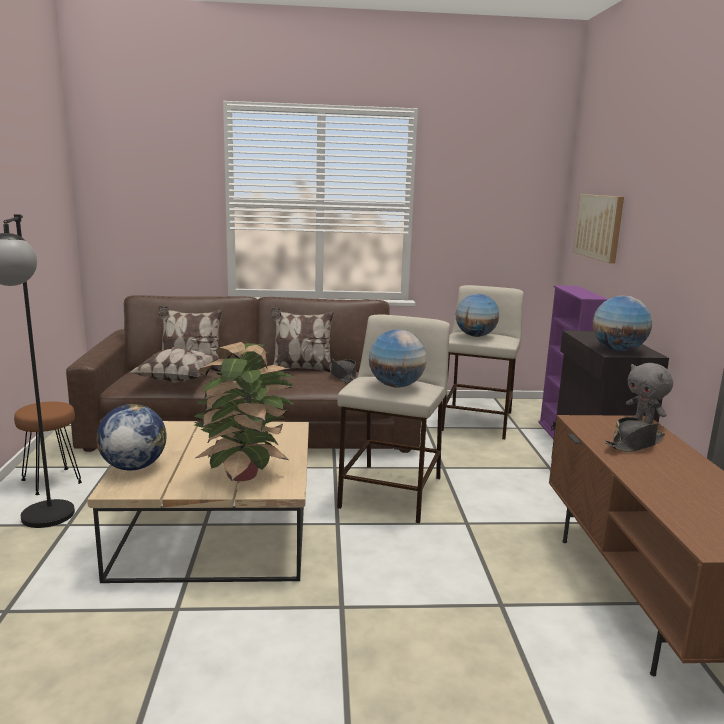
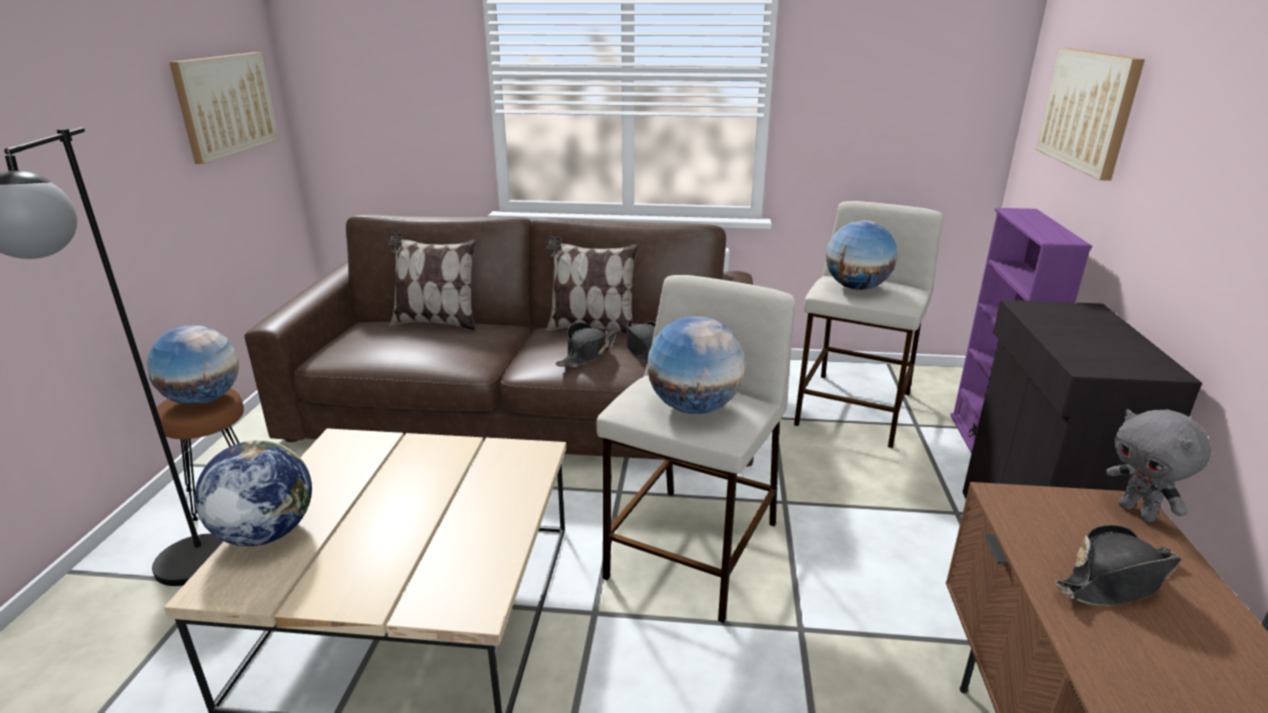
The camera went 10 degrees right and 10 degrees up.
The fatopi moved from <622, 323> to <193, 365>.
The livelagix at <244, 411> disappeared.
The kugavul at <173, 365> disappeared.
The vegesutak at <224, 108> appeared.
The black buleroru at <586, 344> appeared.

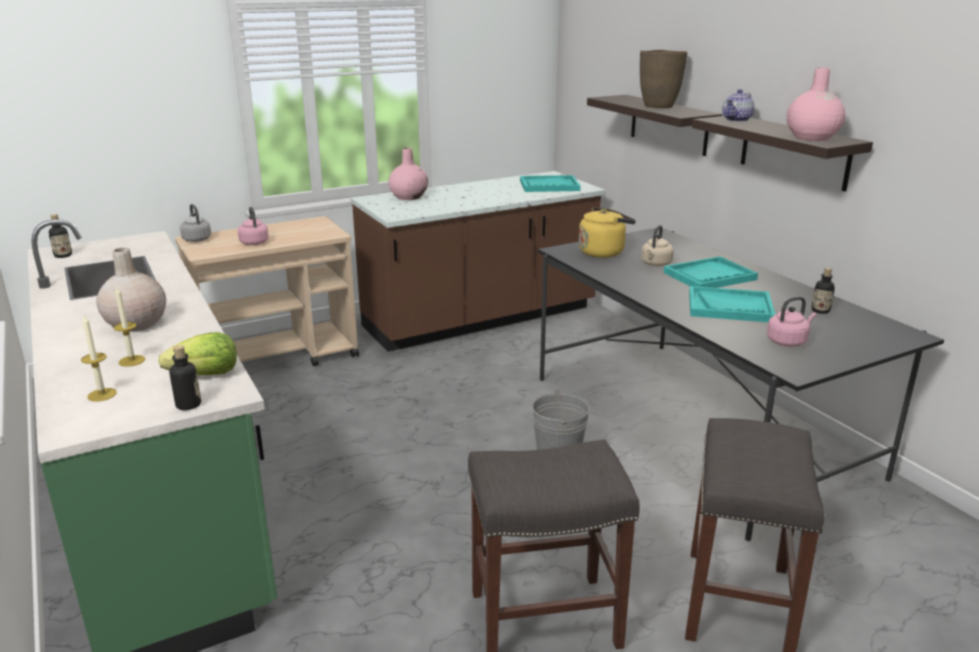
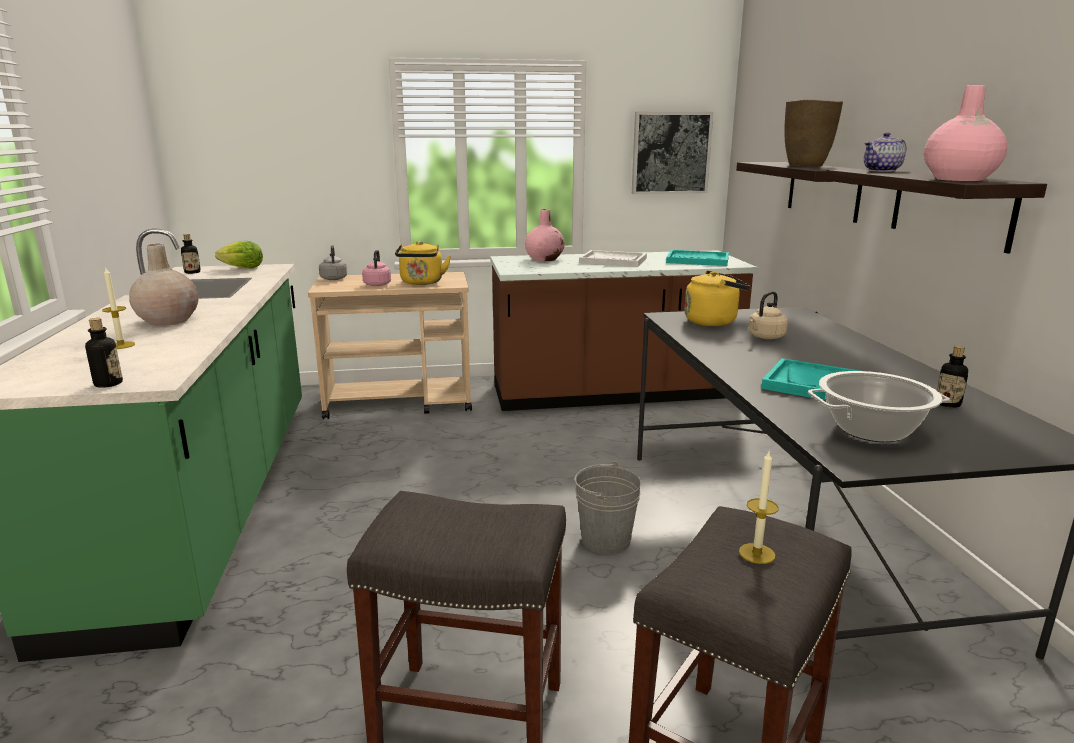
The camera went 20 degrees right and 5 degrees down.
The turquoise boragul at <711, 272> disappeared.
The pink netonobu at <791, 321> was replaced by the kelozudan at <879, 406>.
The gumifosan moved from <99, 358> to <759, 507>.
The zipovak moved from <198, 353> to <239, 255>.
The vegesutak at <672, 153> appeared.
The yellow netonobu at <423, 263> appeared.
The white boragul at <613, 258> appeared.

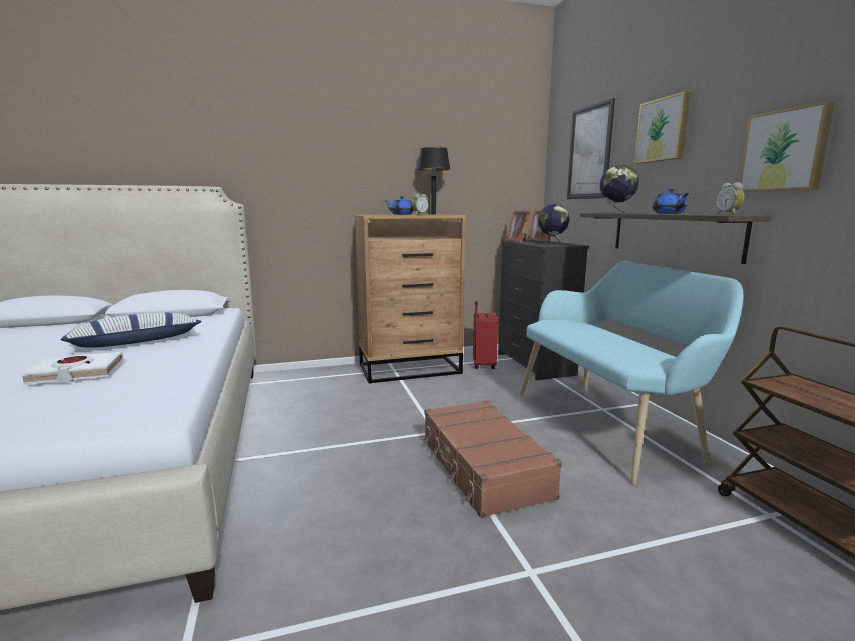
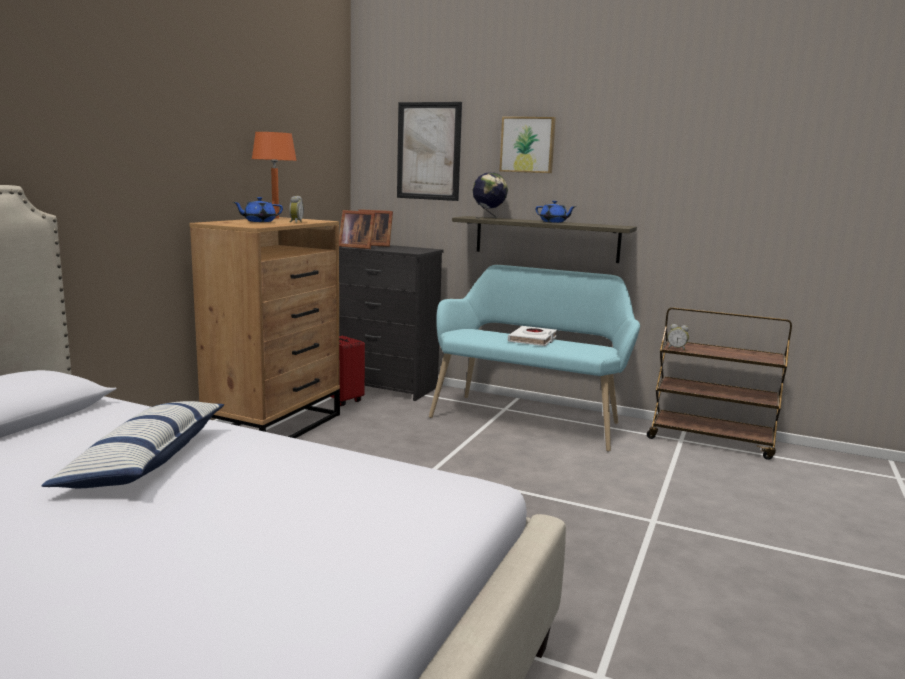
The camera went 50 degrees left and 0 degrees up.
The vegesutak at <787, 146> disappeared.
The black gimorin at <433, 180> became the orange gimorin at <274, 175>.
The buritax moved from <730, 198> to <678, 337>.
The fatopi at <554, 224> disappeared.
The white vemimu moved from <71, 368> to <532, 336>.
The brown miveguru at <493, 459> disappeared.

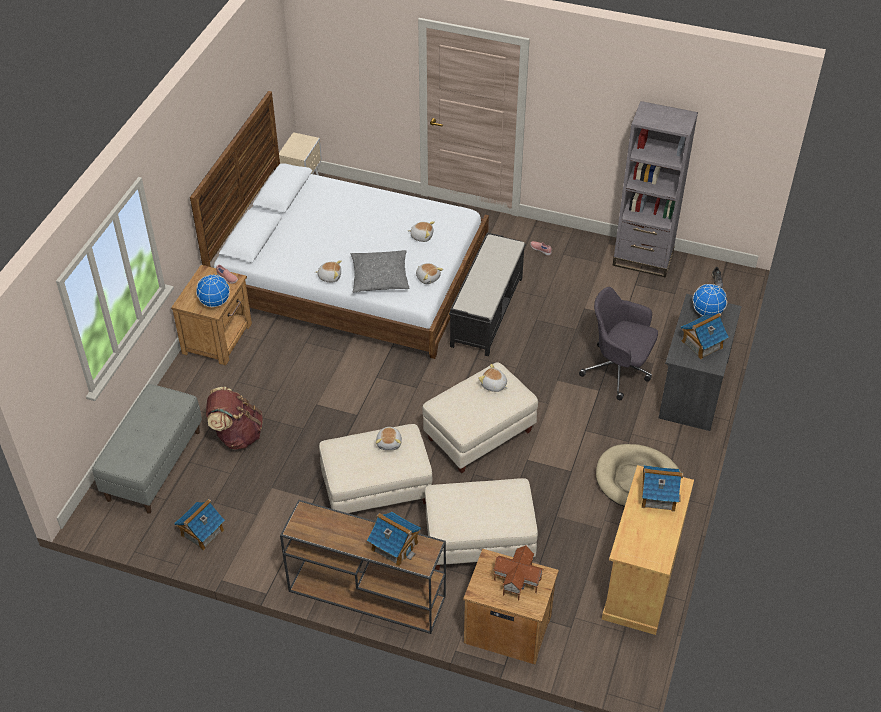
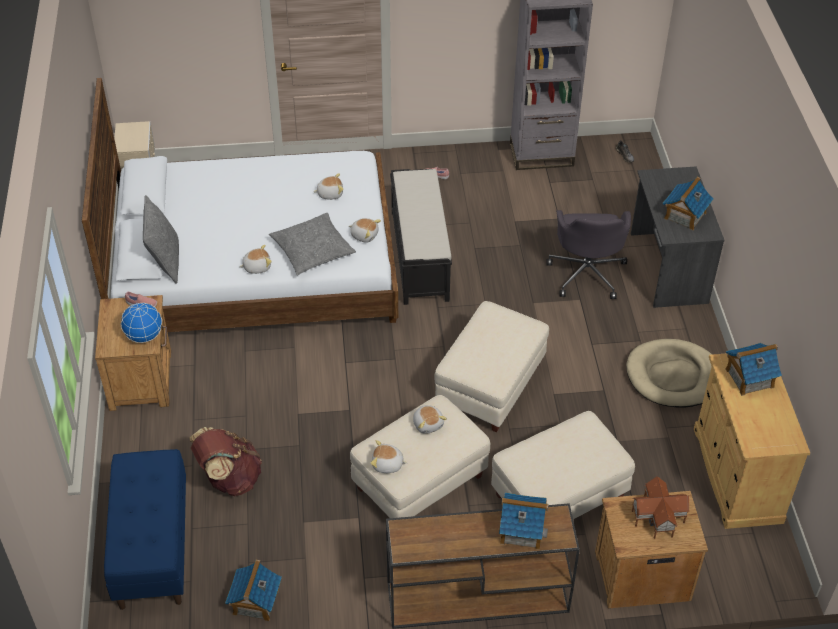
The camera went 25 degrees left and 0 degrees up.
The fatopi at <710, 300> disappeared.
The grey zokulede at <618, 343> turned 90 degrees counterclockwise.
The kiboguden moved from <493, 378> to <389, 456>.
The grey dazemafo at <147, 449> became the blue dazemafo at <145, 529>.
The grey kugavul at <161, 239> appeared.

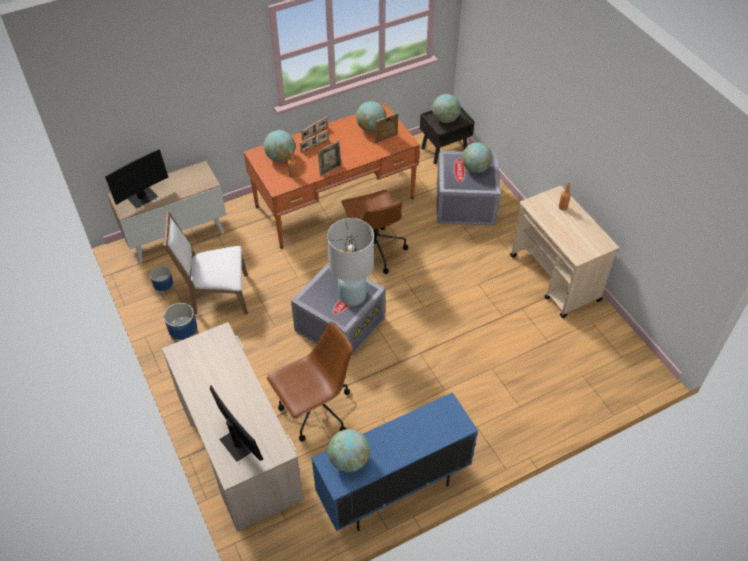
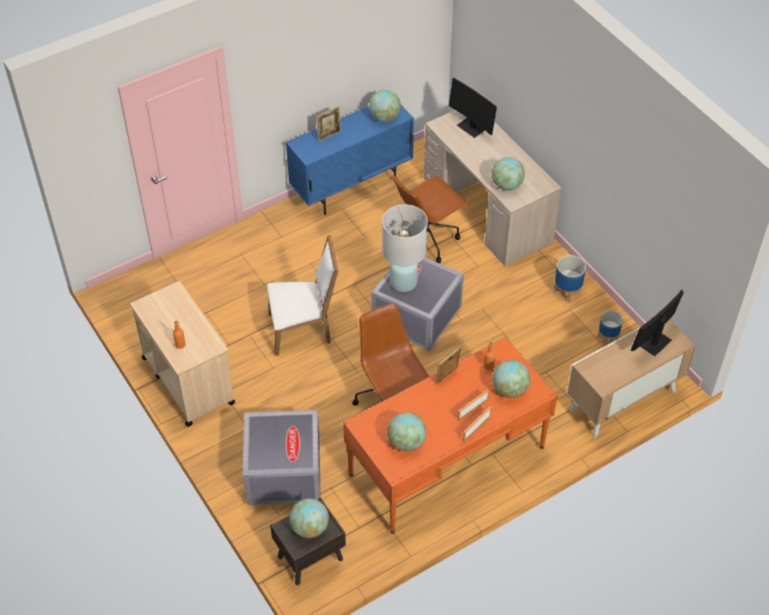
The camera went 175 degrees right and 0 degrees up.
The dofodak moved from <387, 128> to <328, 123>.
The fatopi moved from <477, 157> to <508, 173>.
The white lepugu moved from <205, 263> to <302, 295>.

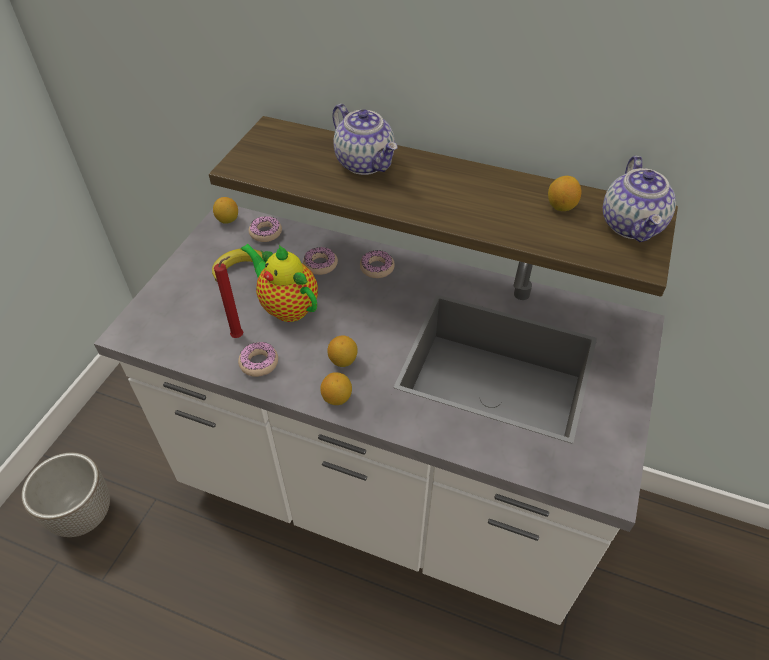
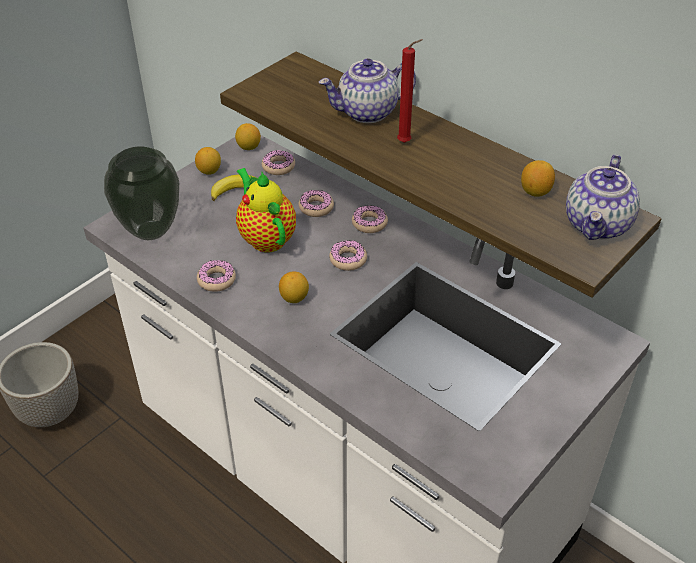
The camera went 20 degrees right and 5 degrees down.
The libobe at <365, 139> turned 90 degrees clockwise.
The red gumifosan moved from <229, 297> to <410, 91>.
The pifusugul moved from <336, 388> to <208, 161>.
The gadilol at <141, 193> appeared.
The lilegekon at <348, 255> appeared.

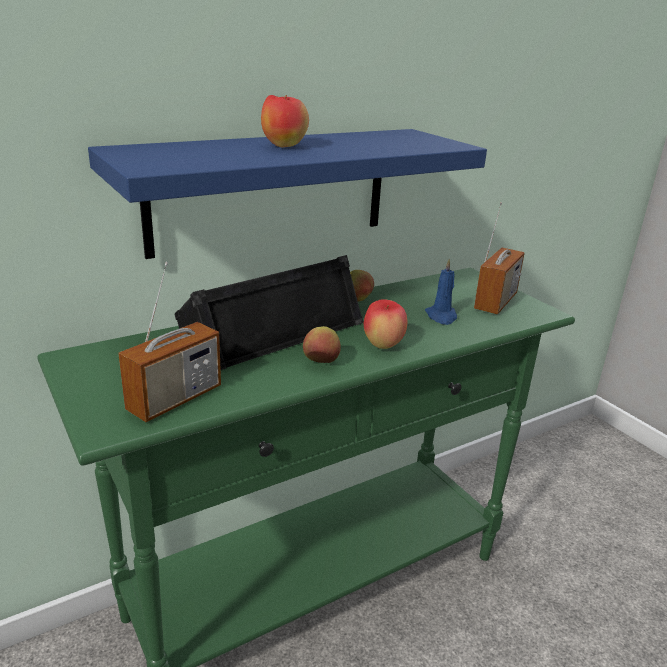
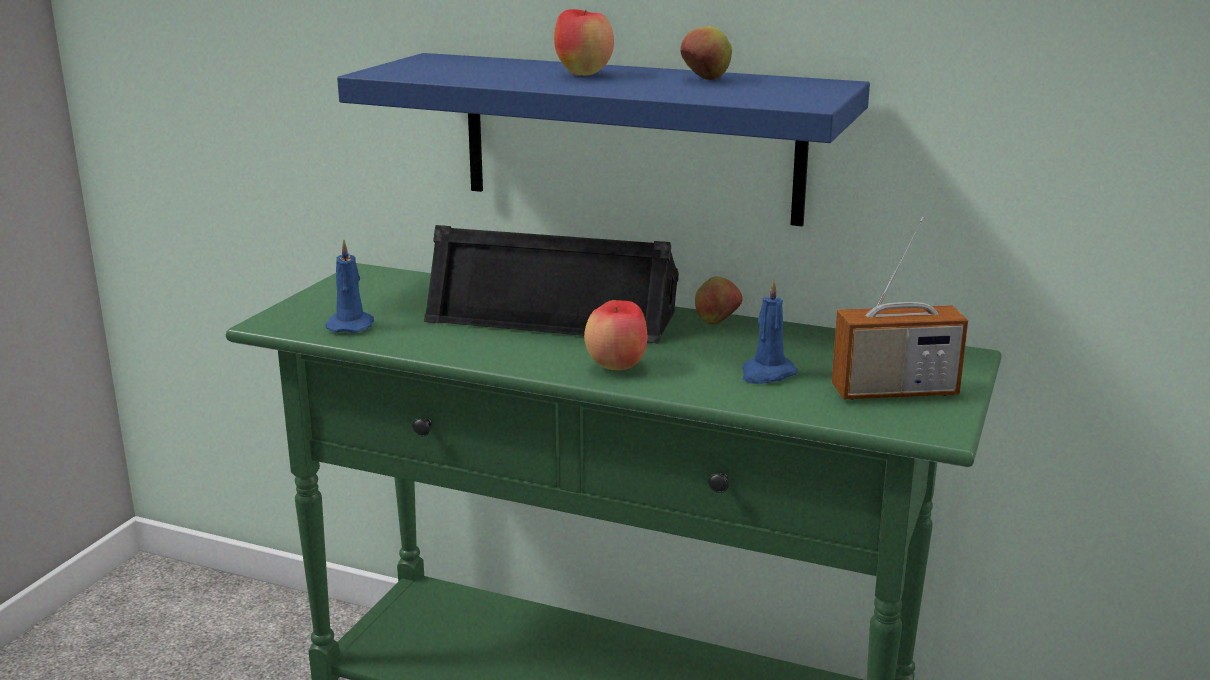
The camera went 55 degrees right and 5 degrees down.
The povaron at <169, 342> was replaced by the blue gumifosan at <349, 286>.
The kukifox moved from <322, 344> to <706, 53>.

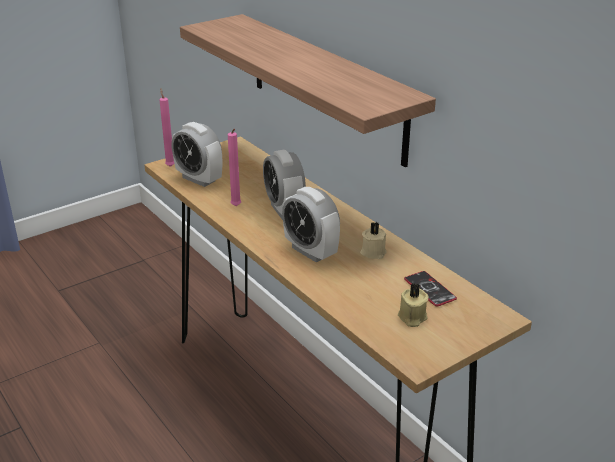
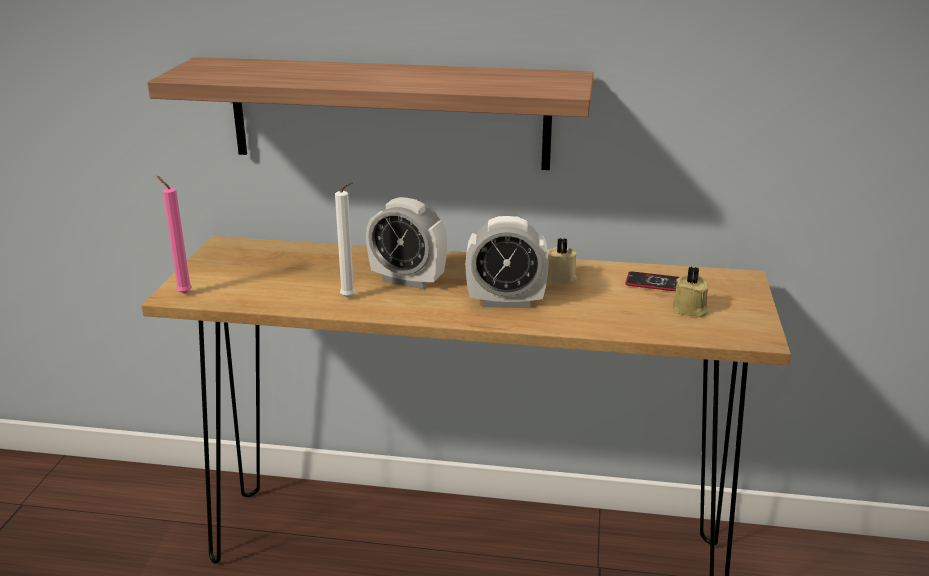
The camera went 45 degrees left and 5 degrees down.
The buritax at <197, 154> disappeared.
The pink gumifosan at <234, 167> became the white gumifosan at <345, 240>.

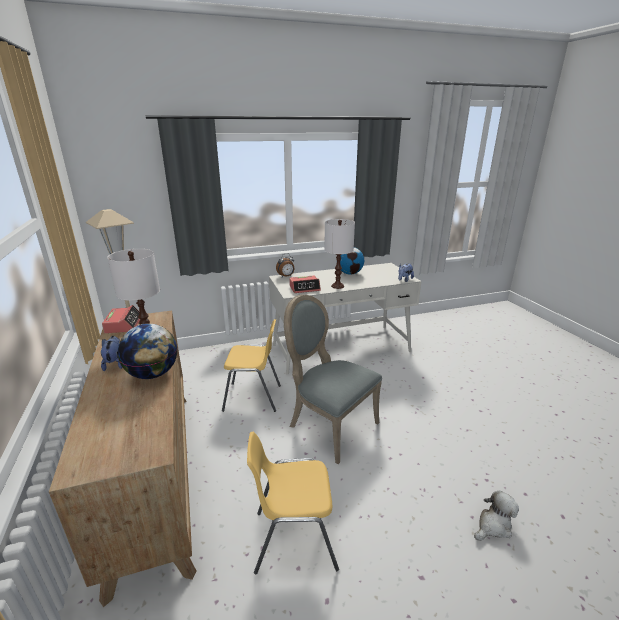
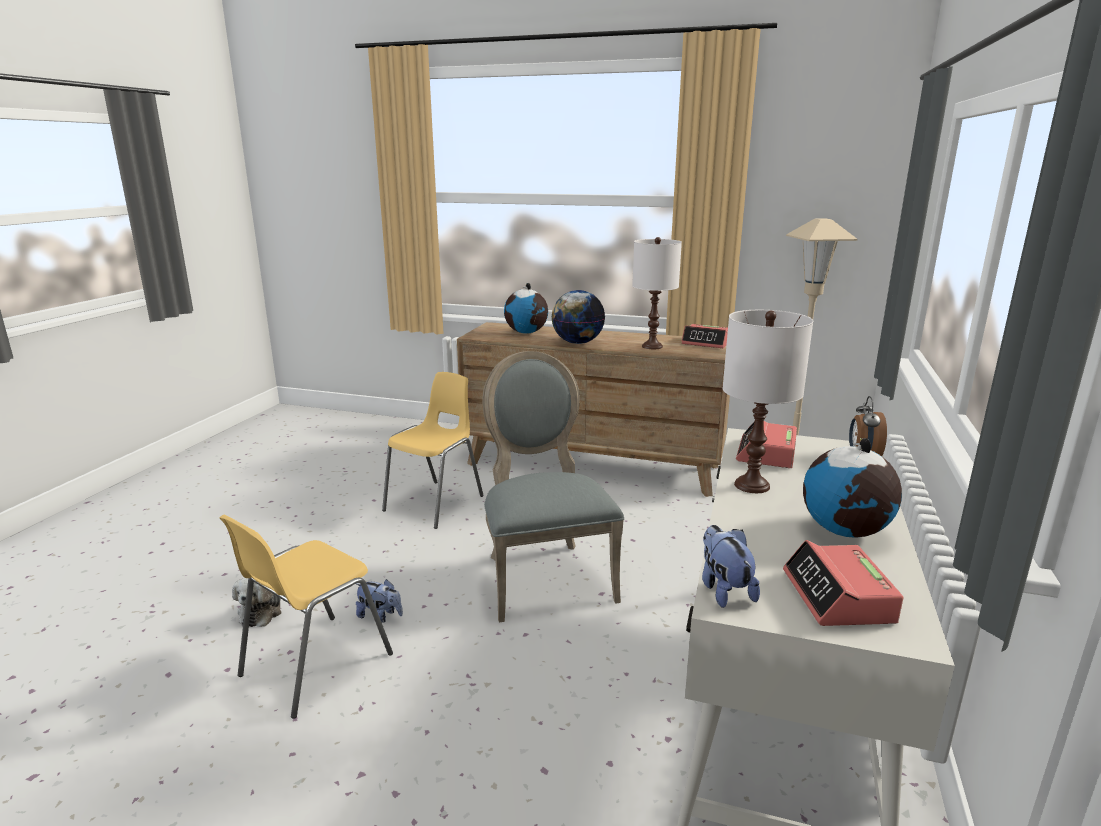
The camera went 125 degrees right and 5 degrees down.
The grey lepugu at <333, 379> turned 90 degrees counterclockwise.
The yellow lepugu moved from <251, 365> to <306, 617>.
The kiboguden moved from <112, 353> to <379, 601>.
The fatopi at <526, 308> appeared.
The buritax at <843, 583> appeared.

